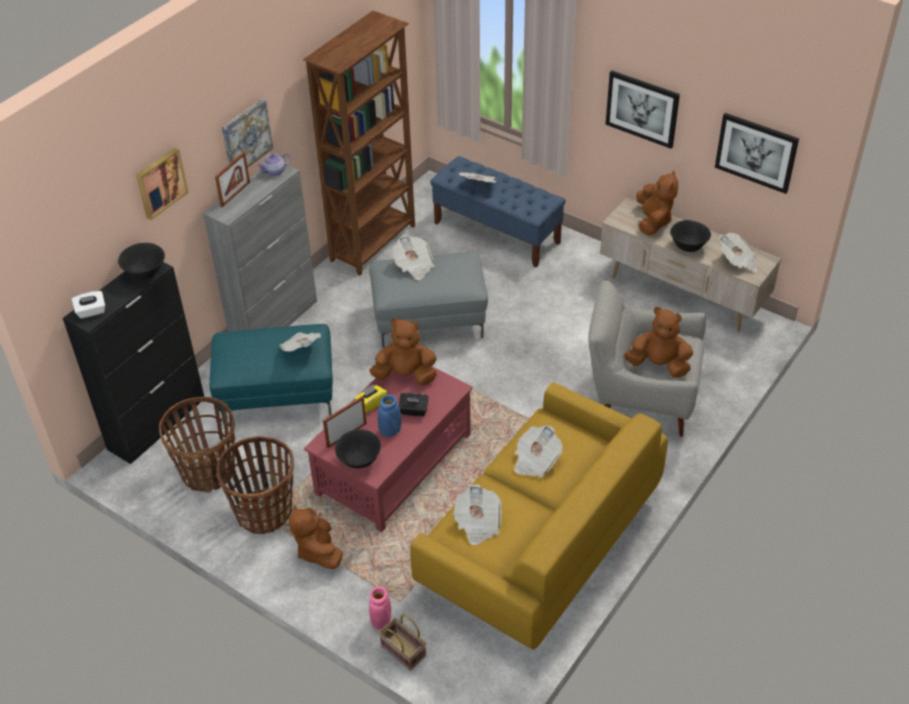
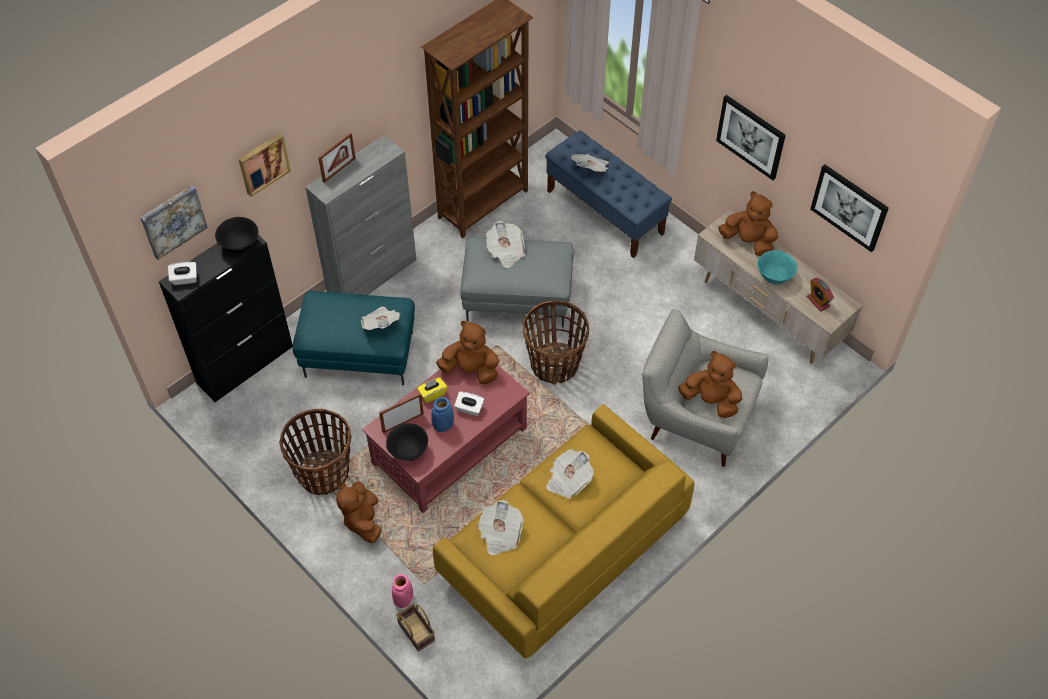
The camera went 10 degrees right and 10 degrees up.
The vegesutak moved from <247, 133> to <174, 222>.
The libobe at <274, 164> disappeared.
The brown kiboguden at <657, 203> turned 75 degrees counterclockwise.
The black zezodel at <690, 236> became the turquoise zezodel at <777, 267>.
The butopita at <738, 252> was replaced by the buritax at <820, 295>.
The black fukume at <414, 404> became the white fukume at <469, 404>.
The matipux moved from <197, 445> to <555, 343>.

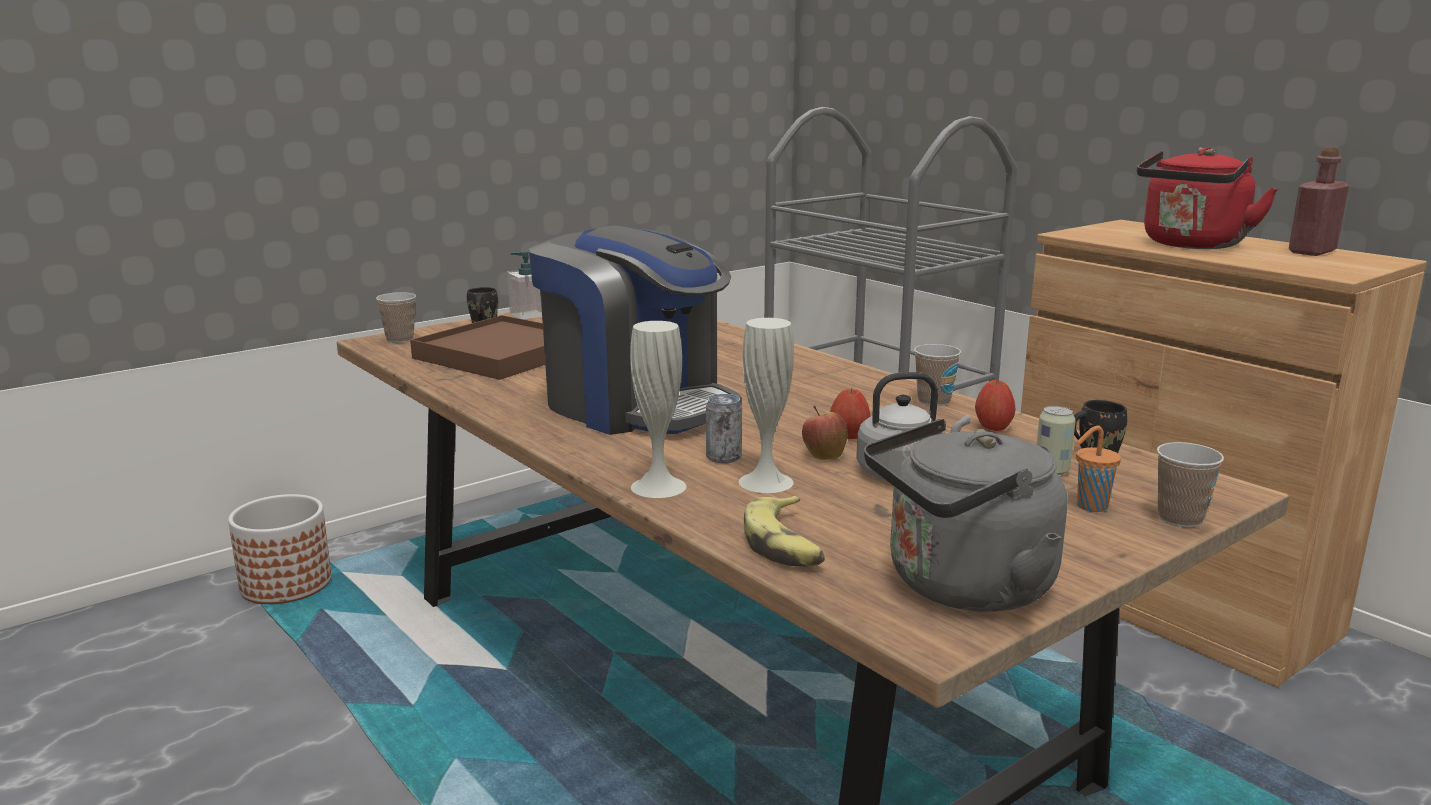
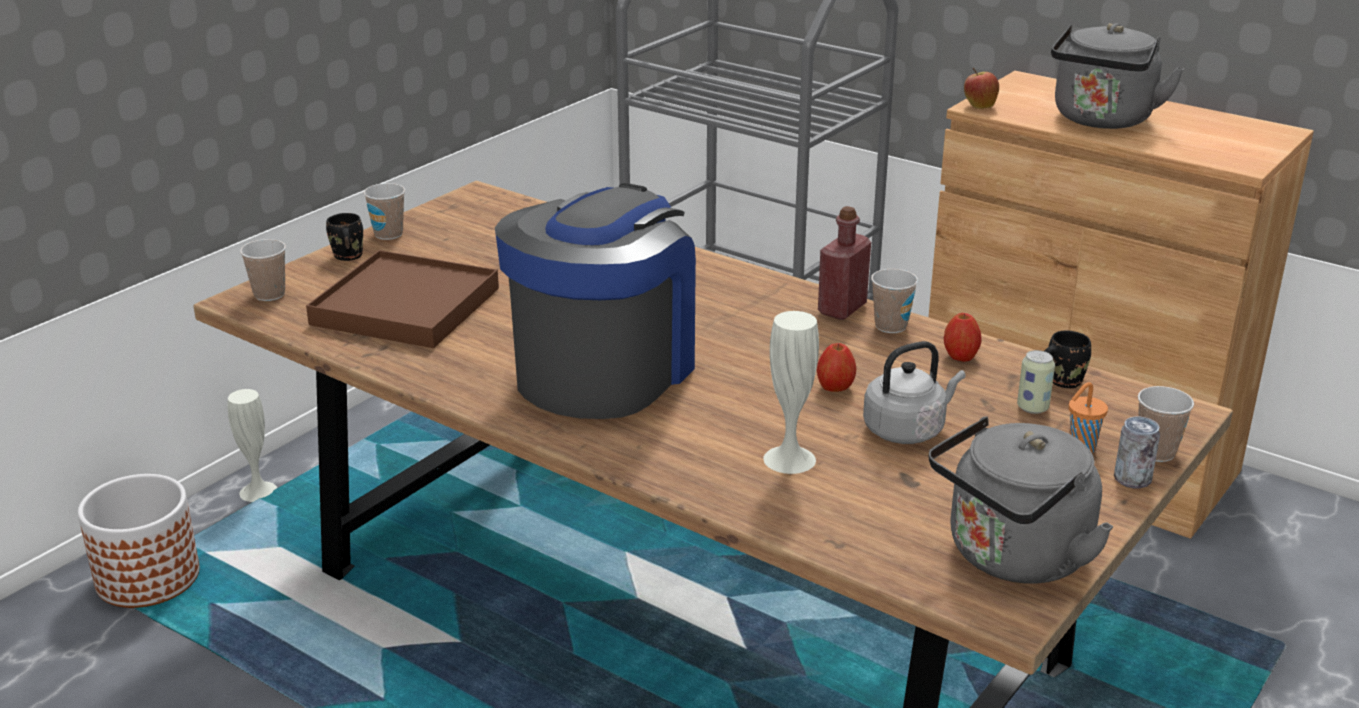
The camera went 15 degrees left and 10 degrees up.
The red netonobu at <1207, 198> became the grey netonobu at <1118, 76>.
The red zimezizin moved from <1319, 201> to <844, 263>.
The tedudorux at <635, 330> turned 90 degrees counterclockwise.
The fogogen at <524, 285> was replaced by the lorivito at <384, 211>.
The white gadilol moved from <658, 409> to <252, 445>.
The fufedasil moved from <724, 428> to <1137, 452>.
The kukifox moved from <825, 432> to <981, 88>.
The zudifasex at <784, 531> disappeared.

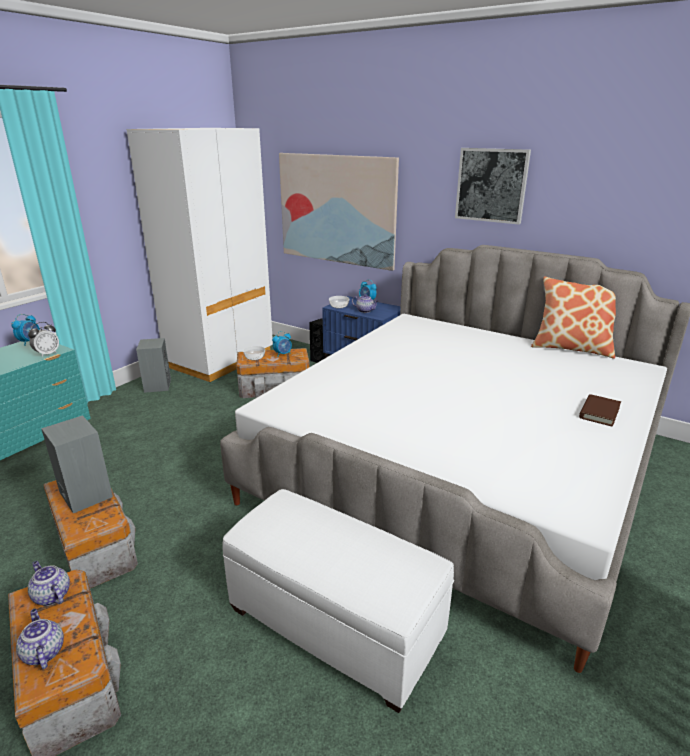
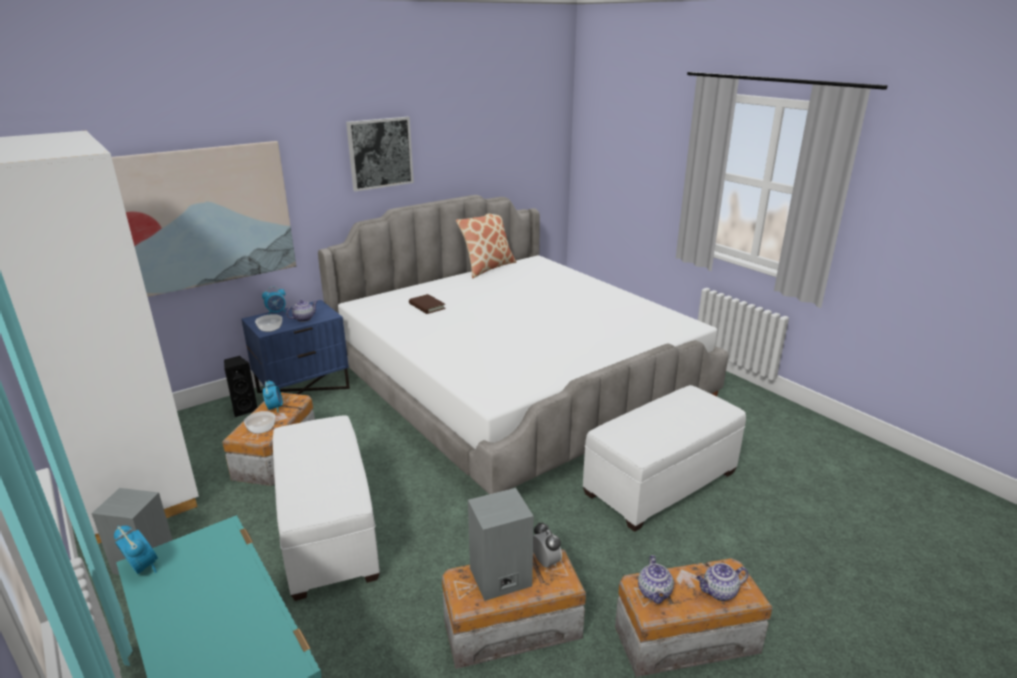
The camera went 70 degrees left and 0 degrees up.
The buritax moved from <43, 339> to <547, 545>.
The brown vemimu moved from <600, 410> to <427, 304>.
The libobe at <49, 583> turned 60 degrees counterclockwise.
The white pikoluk at <326, 508> appeared.

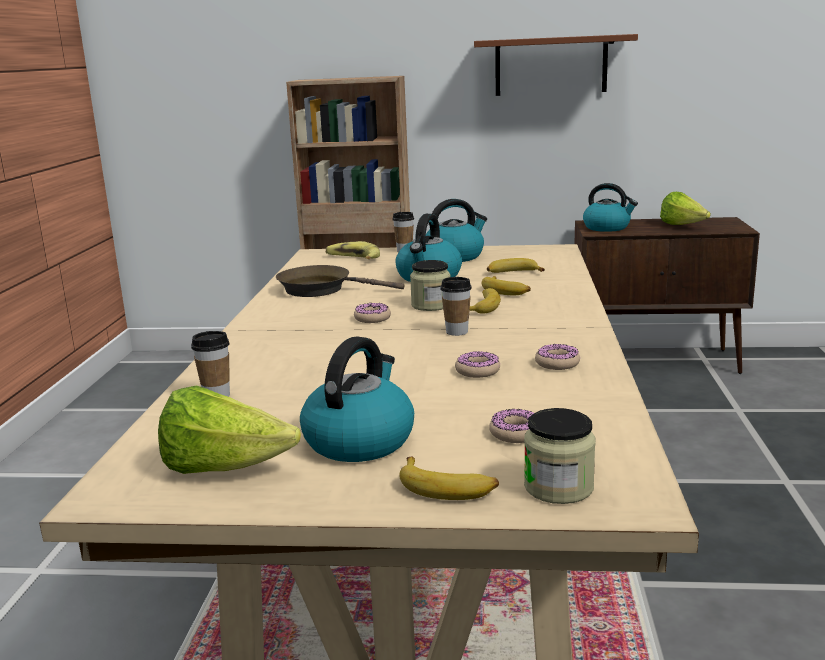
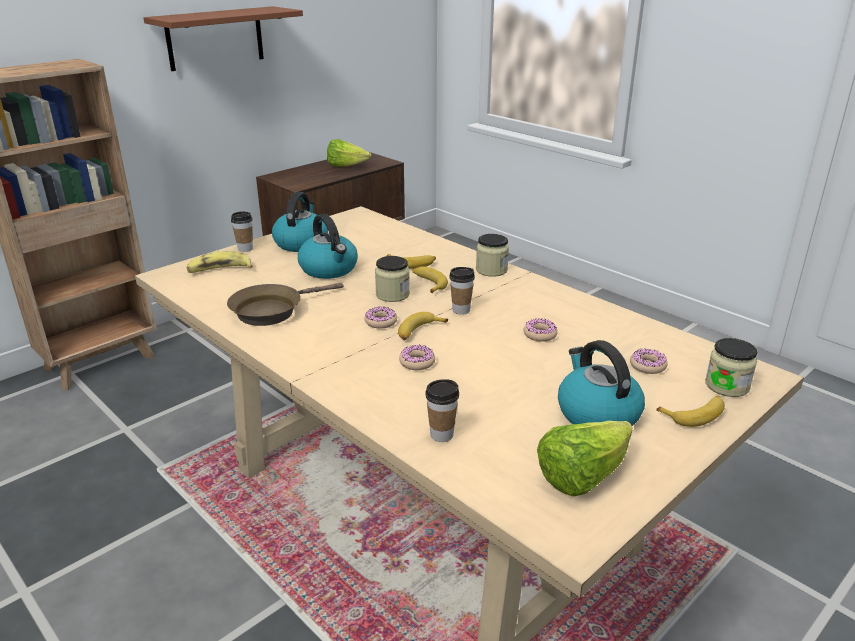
The camera went 50 degrees left and 10 degrees up.
The netonobu at <610, 207> disappeared.
The zudifasex moved from <516, 265> to <423, 326>.
The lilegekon moved from <557, 357> to <417, 357>.
The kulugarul at <492, 255> appeared.

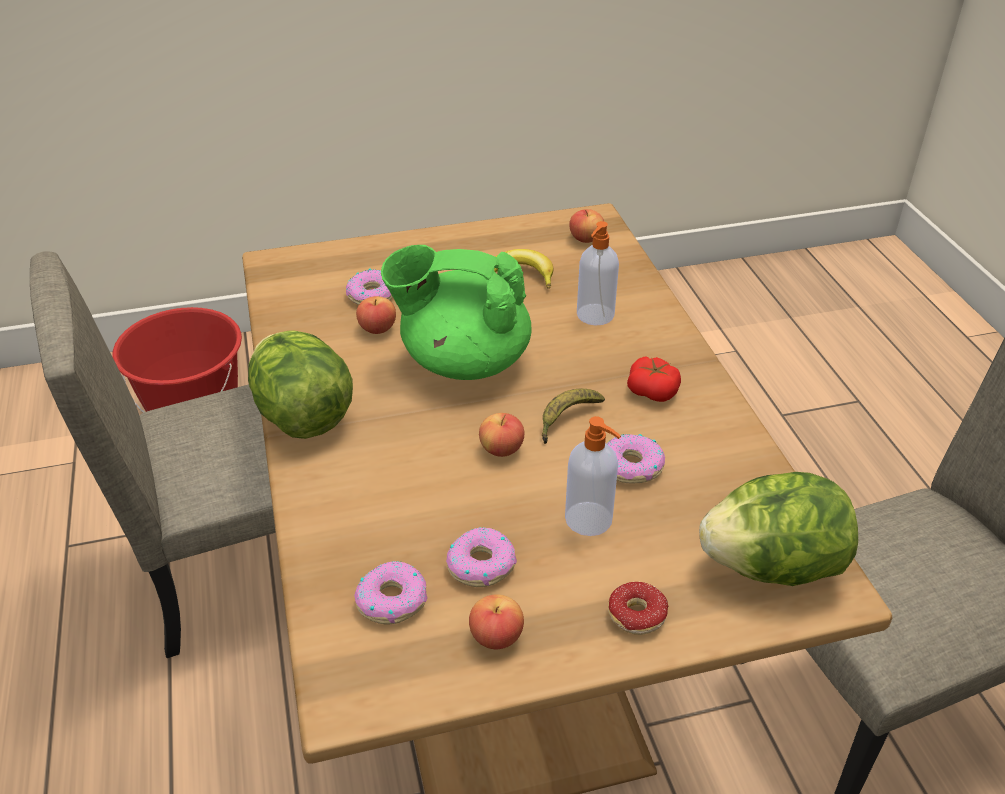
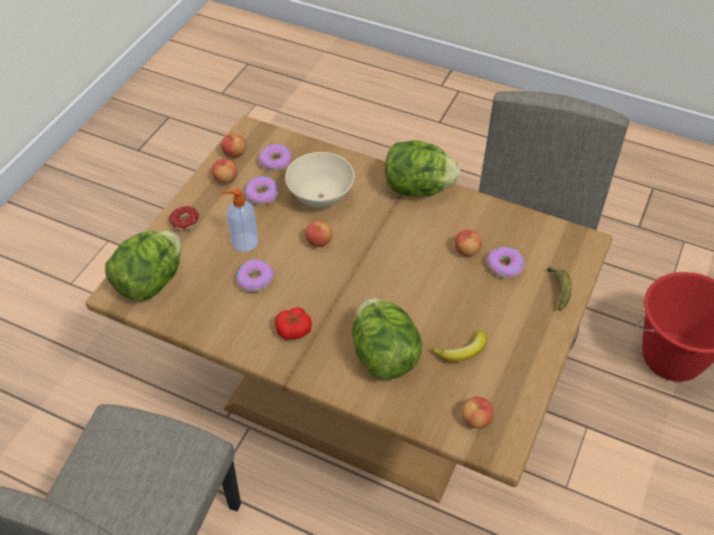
The camera went 130 degrees right and 10 degrees up.
The fogogen at <598, 273> was replaced by the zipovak at <387, 339>.
The green libobe at <456, 312> disappeared.
The zudifasex moved from <573, 416> to <559, 289>.
The kukifox at <233, 146> appeared.
The beige zezodel at <320, 180> appeared.

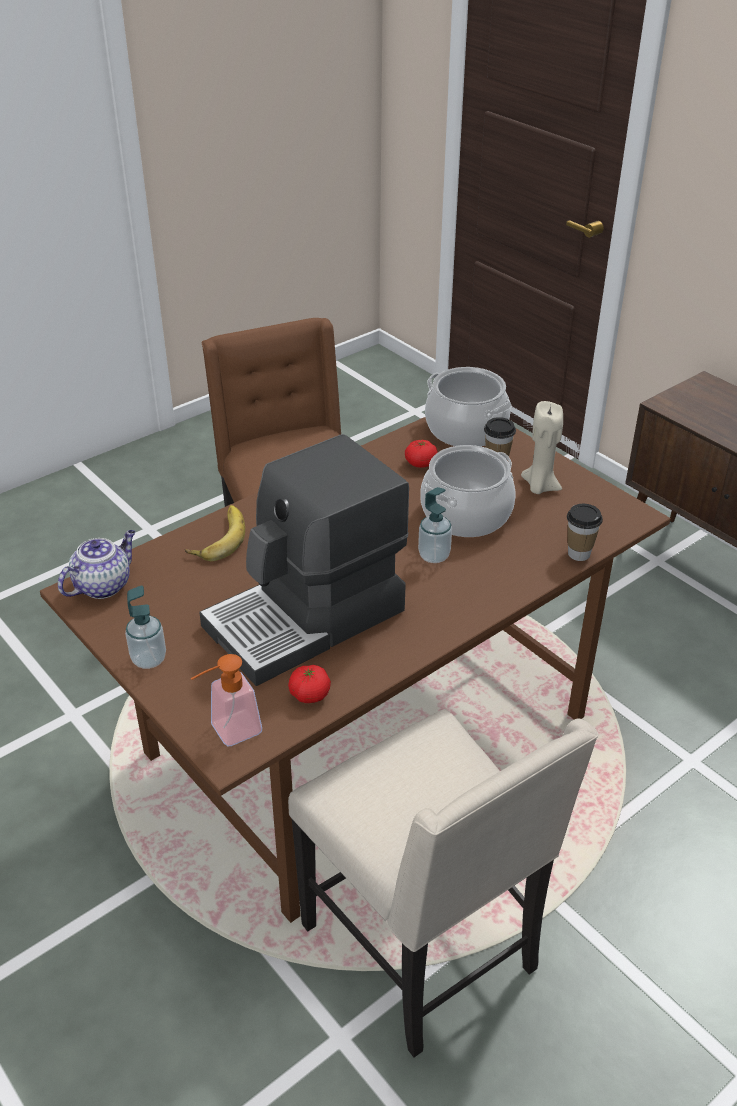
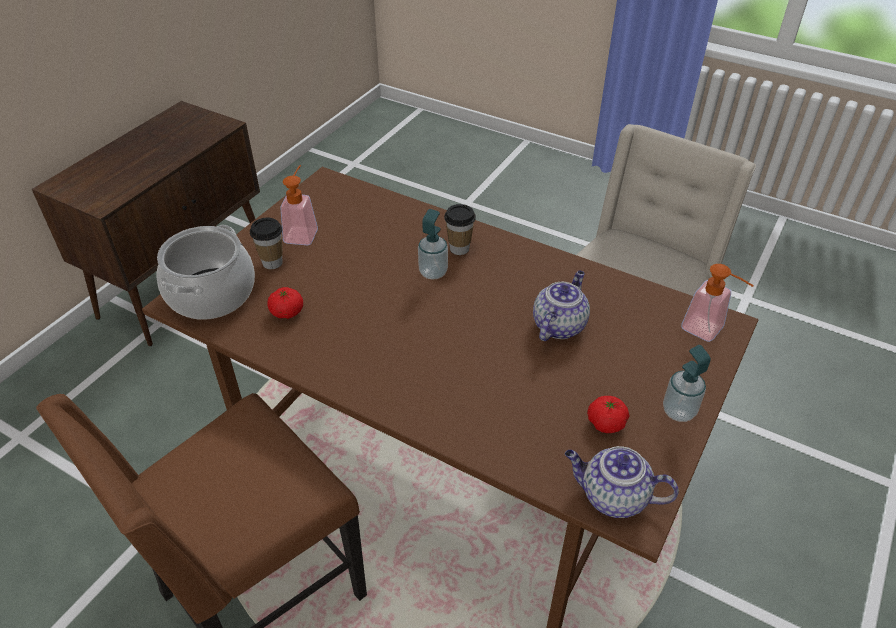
The camera went 110 degrees left and 5 degrees up.
The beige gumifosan at <542, 447> was replaced by the fogogen at <299, 205>.
The tedudorux at <304, 560> was replaced by the libobe at <561, 305>.
The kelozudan at <468, 491> disappeared.
The lorivito moved from <585, 532> to <460, 229>.
The zudifasex at <215, 533> disappeared.
The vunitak moved from <309, 684> to <608, 414>.

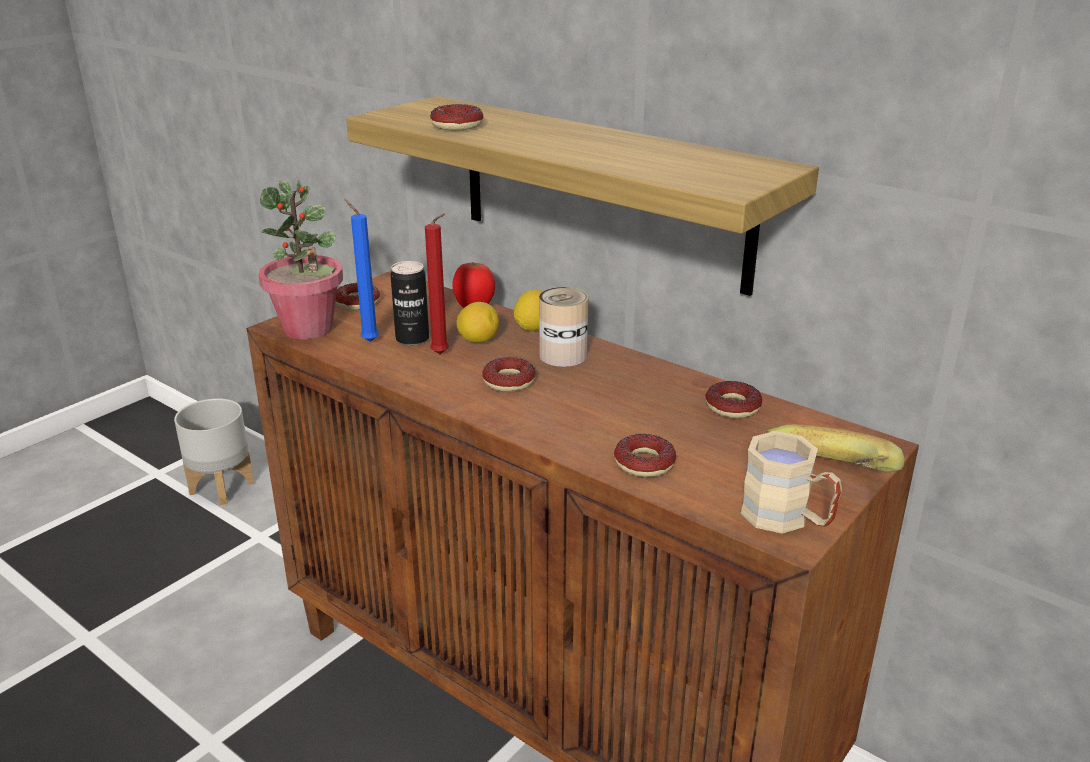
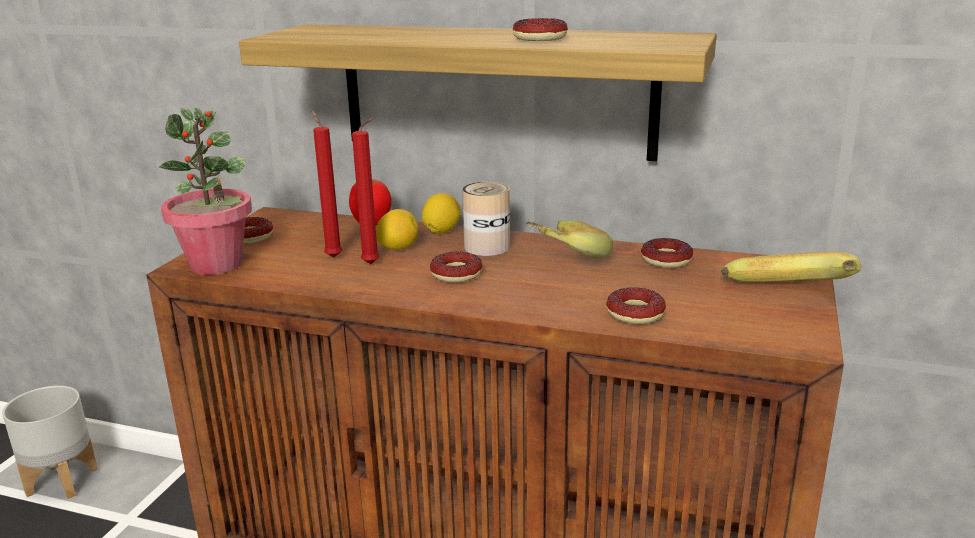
The camera went 20 degrees left and 5 degrees down.
The lilegekon moved from <456, 117> to <540, 29>.
The blue gumifosan at <361, 270> disappeared.
The fufedasil at <410, 303> was replaced by the red gumifosan at <327, 184>.
The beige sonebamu at <791, 482> disappeared.
The zudifasex at <569, 239> appeared.

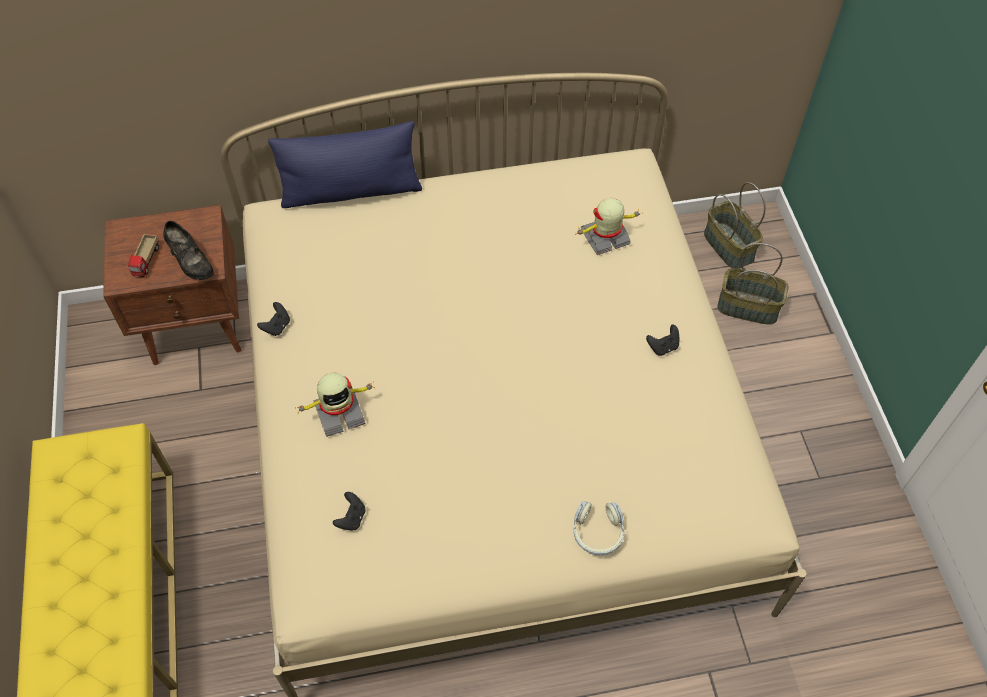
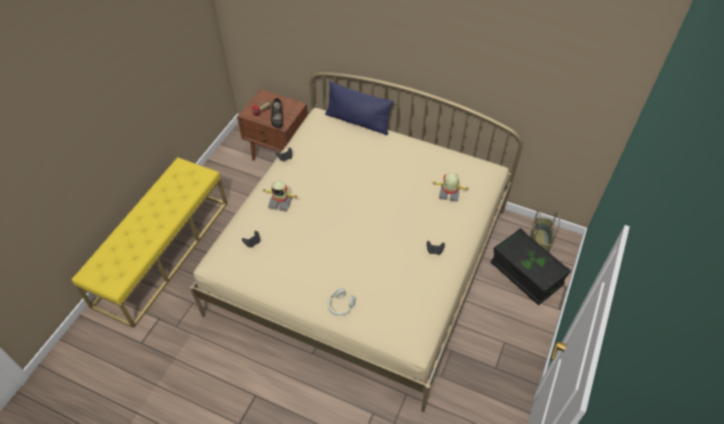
The camera went 35 degrees right and 5 degrees down.
The matipux at <753, 284> was replaced by the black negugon at <531, 266>.

